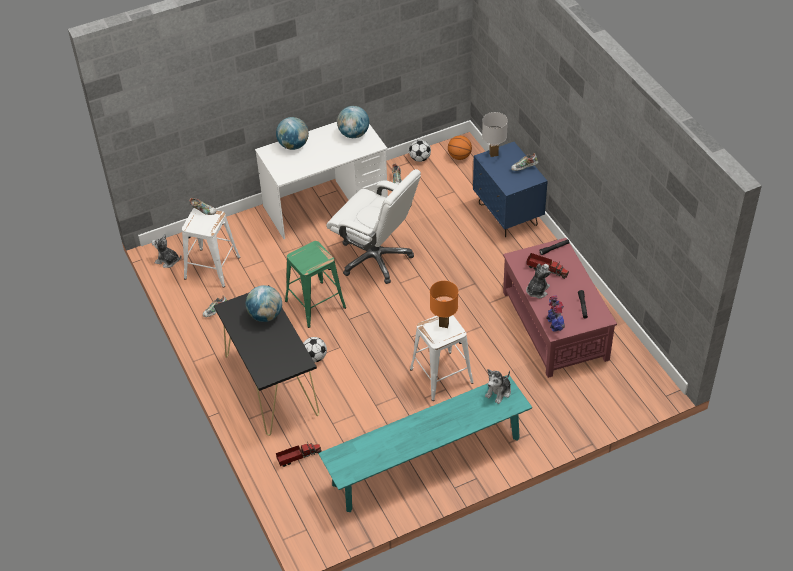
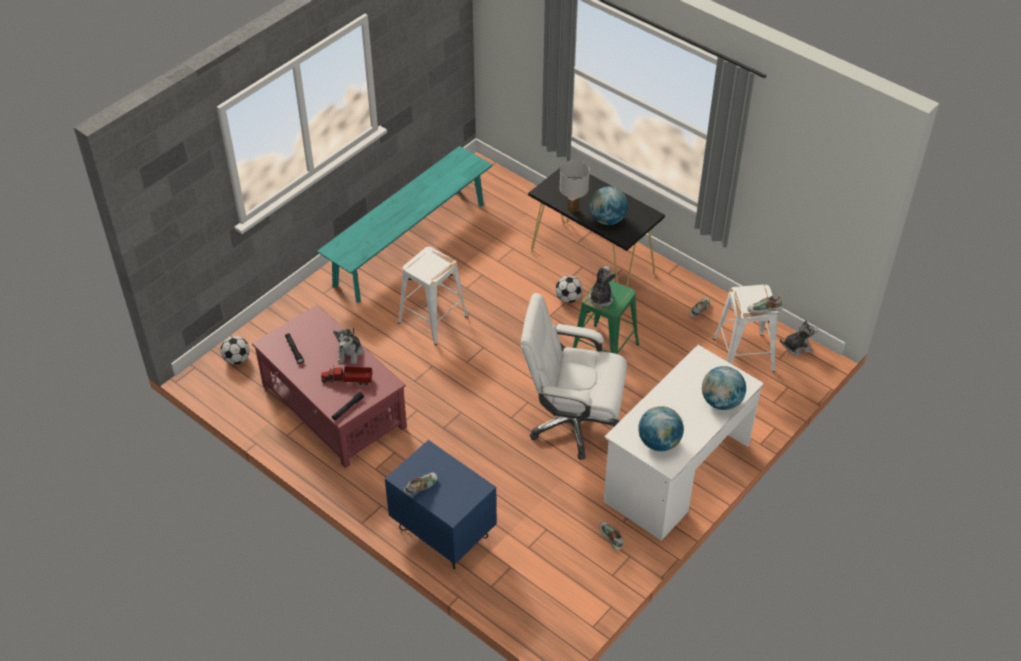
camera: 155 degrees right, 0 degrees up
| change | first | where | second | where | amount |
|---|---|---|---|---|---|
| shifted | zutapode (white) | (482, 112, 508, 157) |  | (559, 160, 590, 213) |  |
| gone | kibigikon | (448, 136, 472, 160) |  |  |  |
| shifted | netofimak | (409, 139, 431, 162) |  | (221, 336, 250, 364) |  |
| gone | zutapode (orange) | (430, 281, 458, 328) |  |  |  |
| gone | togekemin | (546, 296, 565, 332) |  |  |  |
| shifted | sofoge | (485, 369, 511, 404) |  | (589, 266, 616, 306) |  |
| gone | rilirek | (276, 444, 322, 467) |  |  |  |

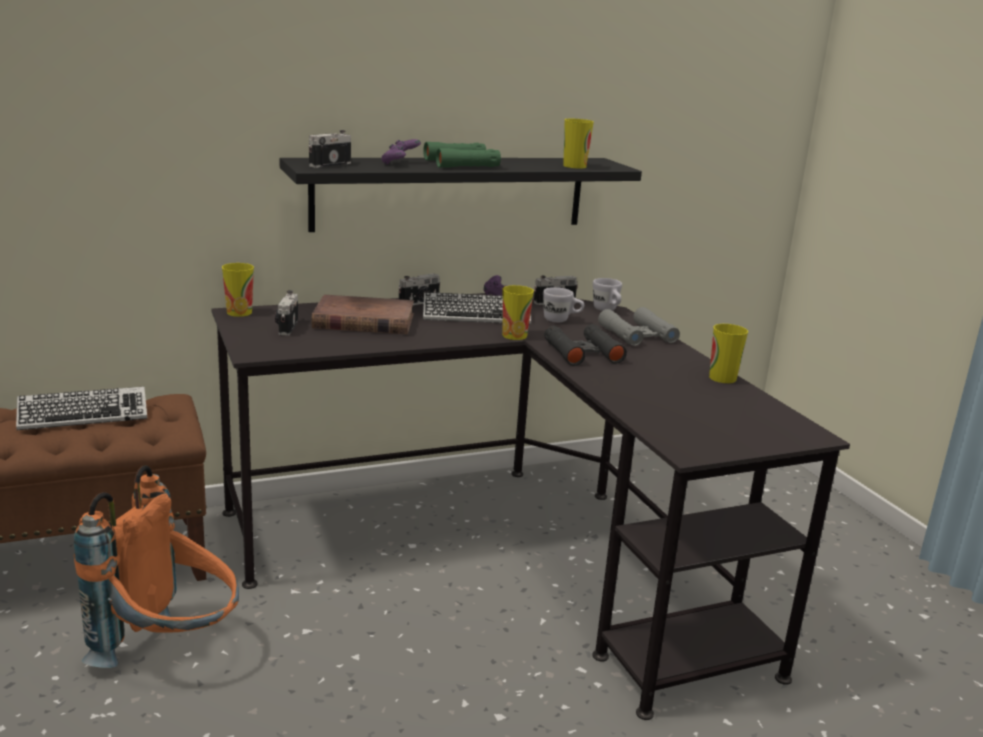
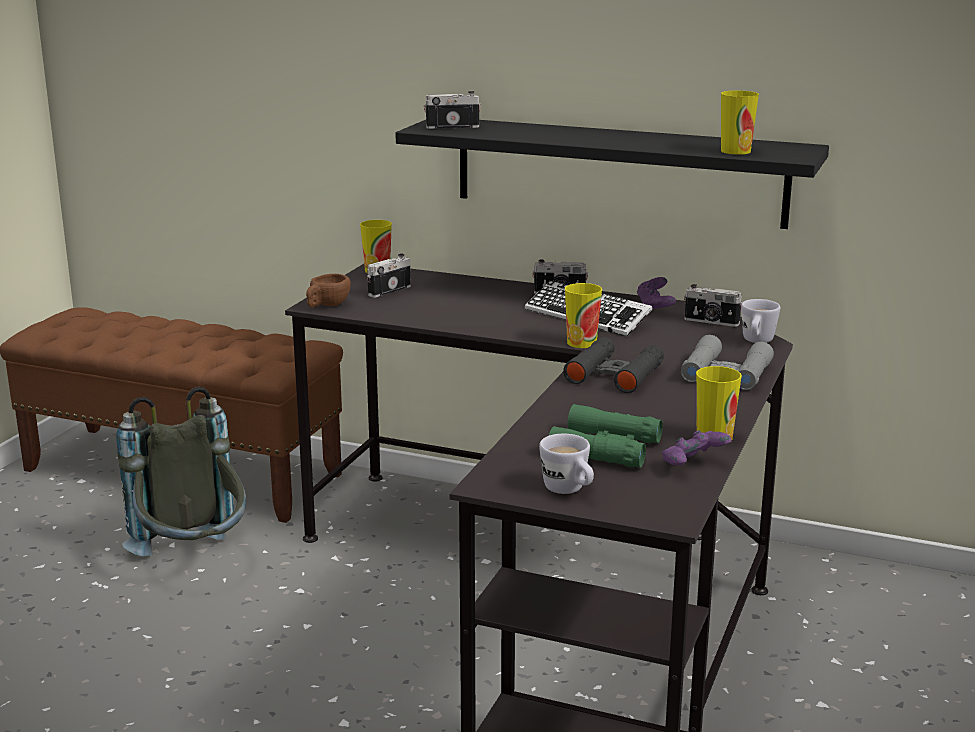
camera: 45 degrees right, 0 degrees up
| change | first | where | second | where | amount |
|---|---|---|---|---|---|
| shifted | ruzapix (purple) | (381, 139, 421, 164) |  | (662, 430, 732, 465) |  |
| shifted | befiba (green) | (423, 142, 501, 168) |  | (549, 404, 663, 467) |  |
| shifted | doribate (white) | (543, 287, 584, 322) |  | (539, 434, 594, 494) |  |
| gone | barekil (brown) | (311, 295, 414, 334) |  |  |  |
| gone | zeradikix | (16, 386, 147, 430) |  |  |  |
| repainted | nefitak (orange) | (74, 465, 239, 668) | nefitak (grey) | (116, 387, 246, 556) |  |
| new |  |  | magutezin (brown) | (306, 274, 351, 307) |  |

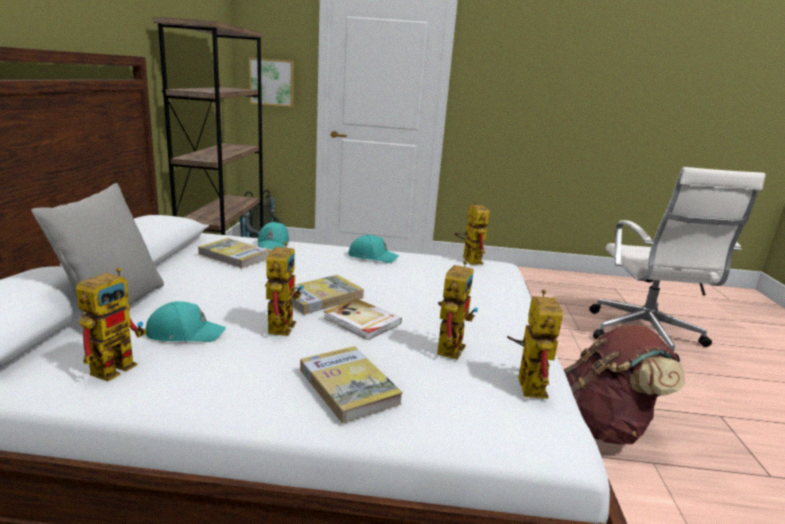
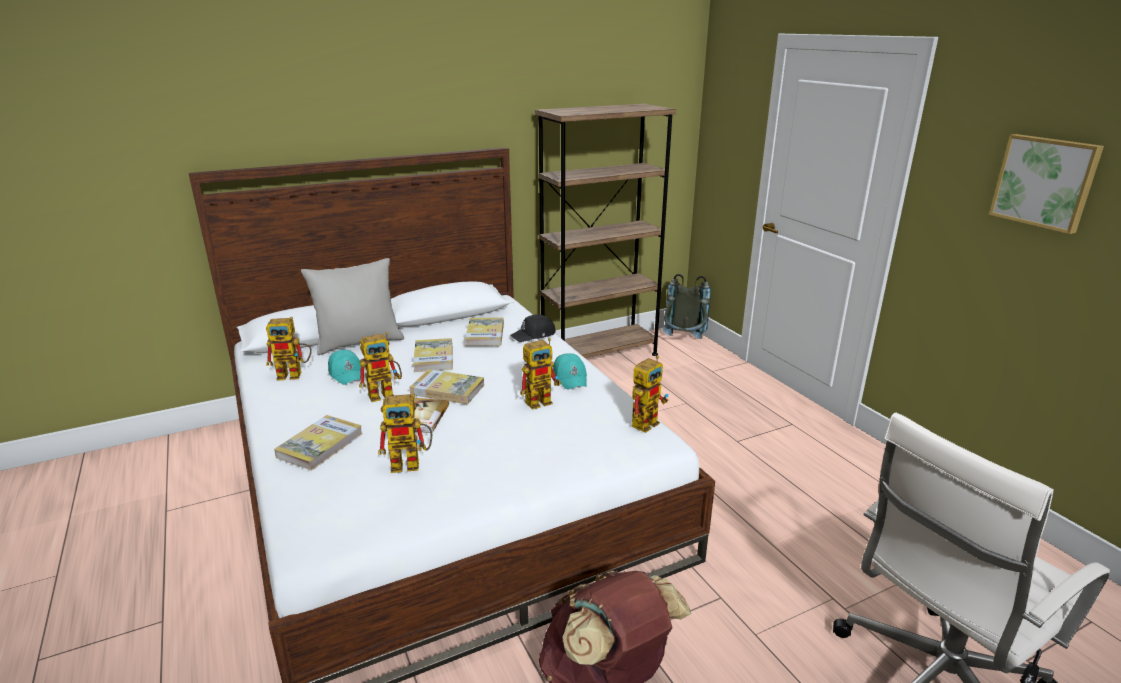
camera: 60 degrees right, 5 degrees up
| change | first | where | second | where | amount |
|---|---|---|---|---|---|
| shifted | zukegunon | (249, 58, 294, 107) |  | (989, 134, 1104, 234) |  |
| repainted | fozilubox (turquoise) | (258, 222, 289, 249) | fozilubox (black) | (510, 314, 555, 342) |  |
| shifted | togekemin | (507, 289, 563, 399) |  | (520, 338, 561, 410) |  |
| new |  |  | barekil | (413, 338, 453, 372) |  |

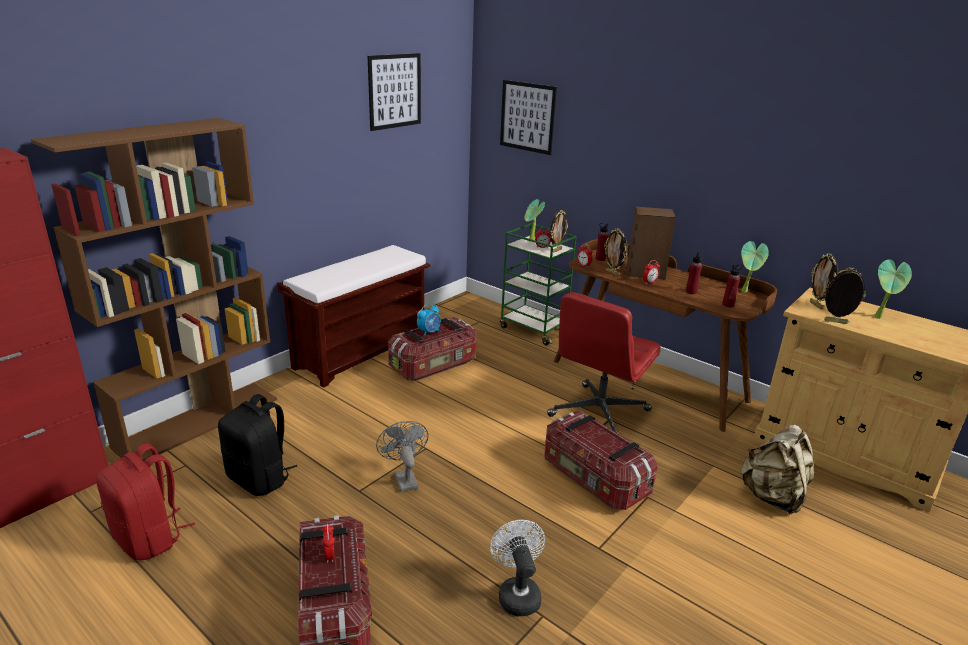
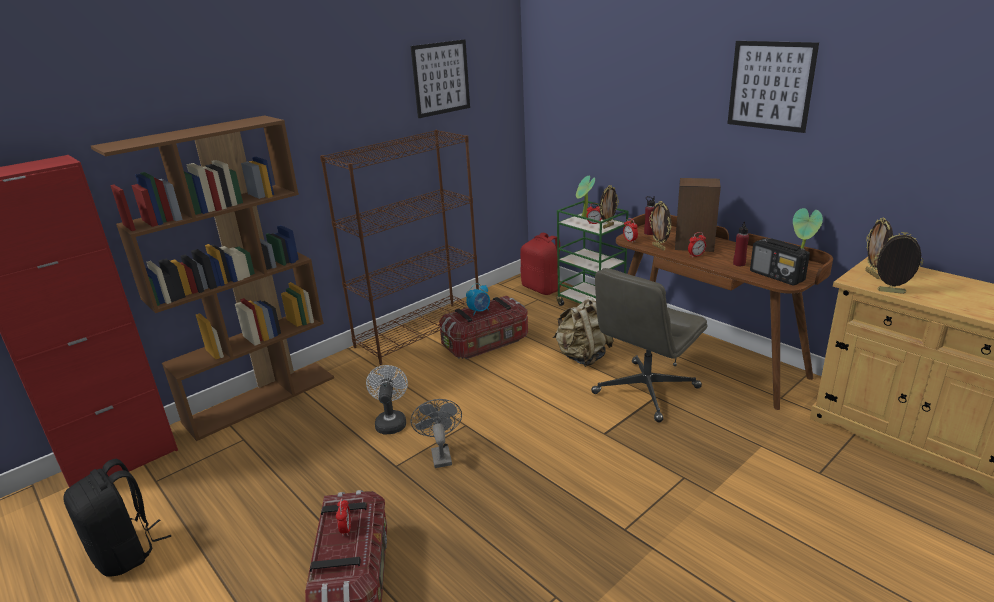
camera: 10 degrees right, 0 degrees up
| change | first | where | second | where | amount |
|---|---|---|---|---|---|
| shifted | zukegunon | (500, 80, 557, 155) |  | (727, 41, 819, 133) |  |
| swapped | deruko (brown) | (278, 245, 430, 387) | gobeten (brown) | (320, 130, 479, 365) |  |
| gone | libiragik | (875, 259, 912, 319) |  |  |  |
| swapped | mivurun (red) | (722, 264, 743, 308) | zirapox | (750, 238, 810, 286) |  |
| repainted | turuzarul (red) | (547, 292, 661, 433) | turuzarul (grey) | (591, 268, 707, 423) |  |
| shifted | nefitak (black) | (218, 394, 297, 496) |  | (64, 459, 171, 577) |  |
| gone | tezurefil | (544, 410, 658, 510) |  |  |  |
| shifted | nefitak (beige) | (740, 425, 815, 515) |  | (553, 297, 614, 367) |  |
| shifted | nefitak (red) | (96, 443, 195, 560) |  | (520, 233, 565, 295) |  |
| shifted | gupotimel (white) | (490, 520, 545, 616) |  | (366, 365, 408, 434) |  |

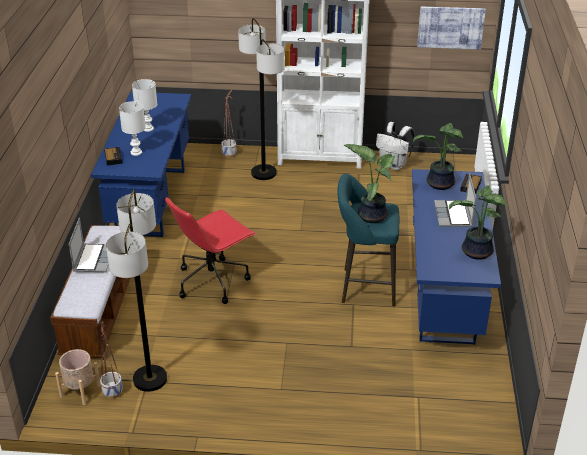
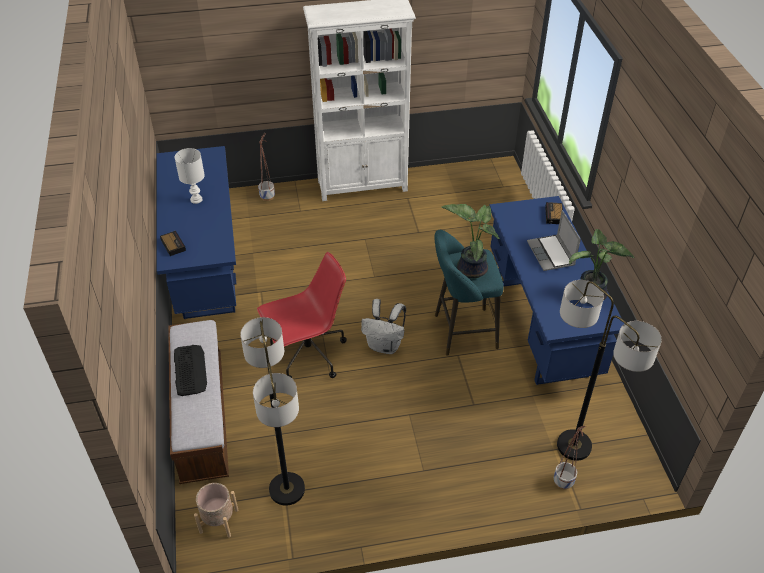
camera: 15 degrees left, 10 degrees up
| change | first | where | second | where | amount |
|---|---|---|---|---|---|
| gone | zukegunon | (417, 7, 486, 49) |  |  |  |
| shifted | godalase | (238, 18, 285, 180) |  | (557, 280, 662, 461) |  |
| gone | zutapode (white) | (119, 101, 146, 156) |  |  |  |
| shifted | nefitak (white) | (376, 122, 415, 170) |  | (361, 299, 406, 354) |  |
| gone | libiragik | (413, 123, 463, 190) |  |  |  |
| rotated | turuzarul (red) | (165, 197, 256, 304) |  | (257, 252, 347, 378) | 150 degrees counterclockwise |
| swapped | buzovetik | (69, 218, 109, 272) | zeradikix | (174, 345, 207, 396) |  |
| shifted | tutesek | (99, 321, 123, 399) |  | (554, 426, 587, 489) |  |

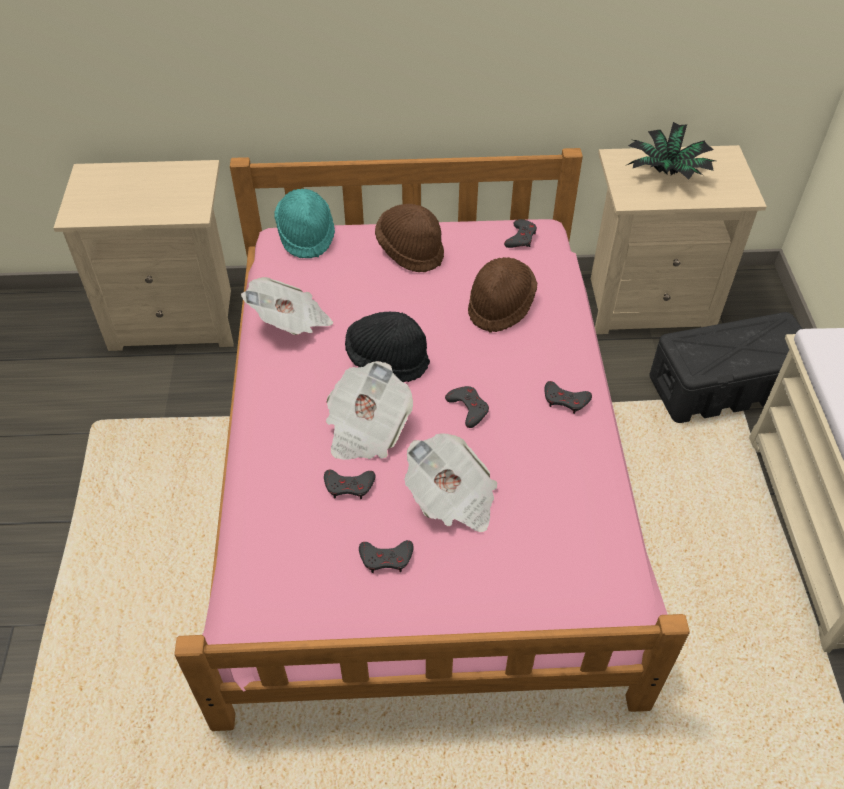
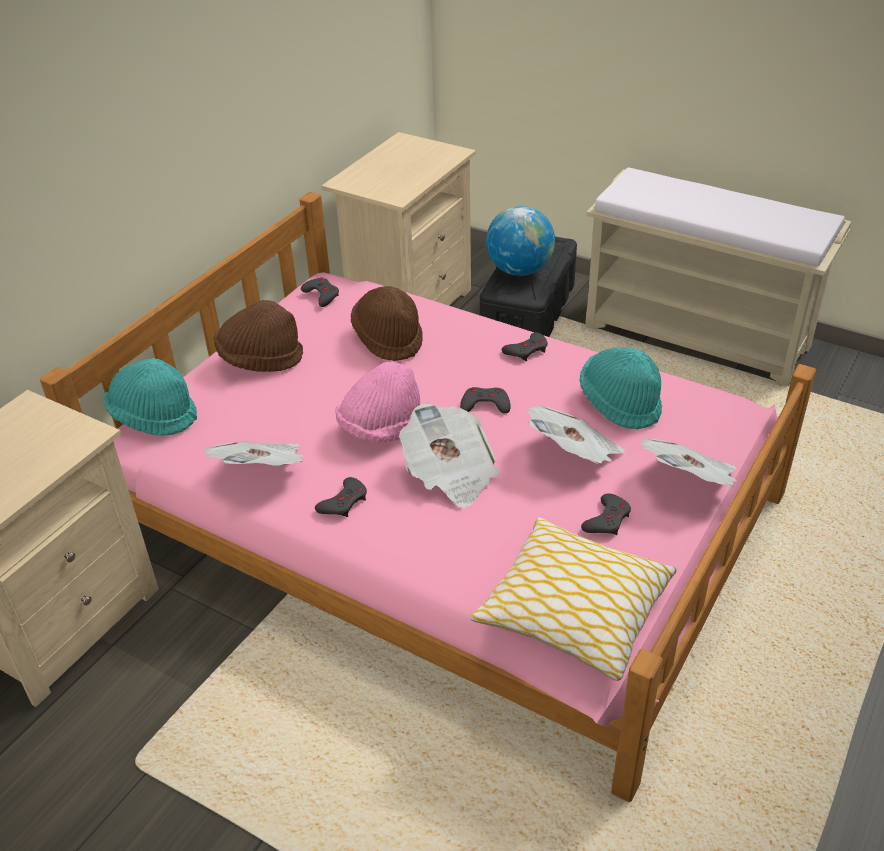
camera: 55 degrees left, 10 degrees down
| change | first | where | second | where | amount |
|---|---|---|---|---|---|
| gone | libiragik | (625, 122, 715, 180) |  |  |  |
| repainted | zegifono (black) | (345, 311, 430, 382) | zegifono (pink) | (336, 361, 420, 442) |  |
| shifted | ruzapix (grey) | (324, 470, 375, 499) |  | (315, 477, 367, 517) |  |
| new |  |  | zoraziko | (486, 206, 555, 276) |  |
| new |  |  | zegifono (turquoise) | (580, 347, 662, 429) |  |
| new |  |  | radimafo | (642, 438, 737, 487) |  |
| new |  |  | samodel | (470, 517, 677, 681) |  |

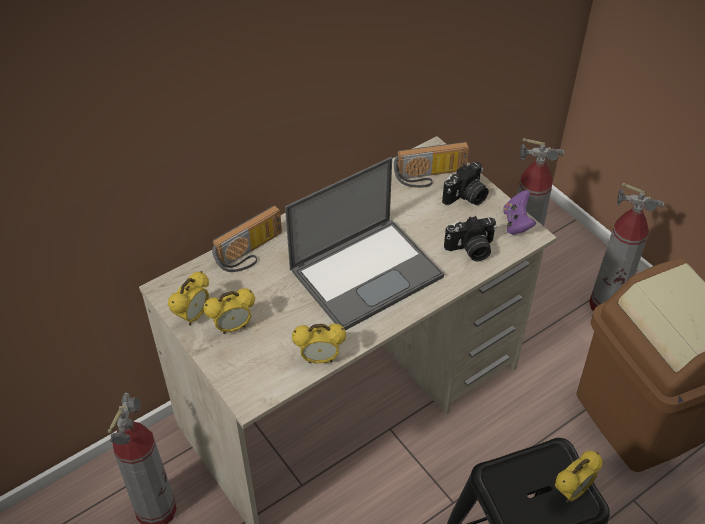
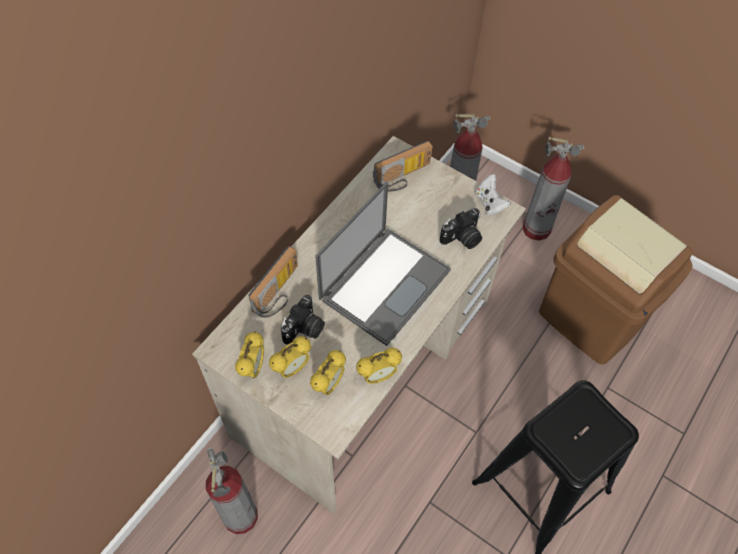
camera: 20 degrees left, 10 degrees up
| change | first | where | second | where | amount |
|---|---|---|---|---|---|
| shifted | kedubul | (442, 162, 489, 205) |  | (281, 295, 325, 345) |  |
| repainted | ruzapix (purple) | (503, 190, 536, 235) | ruzapix (white) | (475, 174, 511, 216) |  |
| shifted | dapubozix | (554, 451, 603, 502) |  | (310, 350, 346, 395) |  |

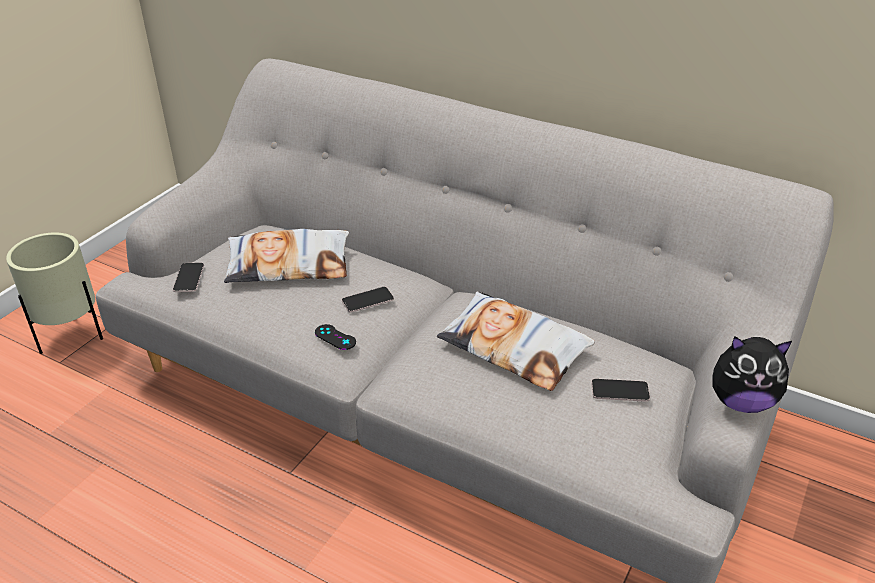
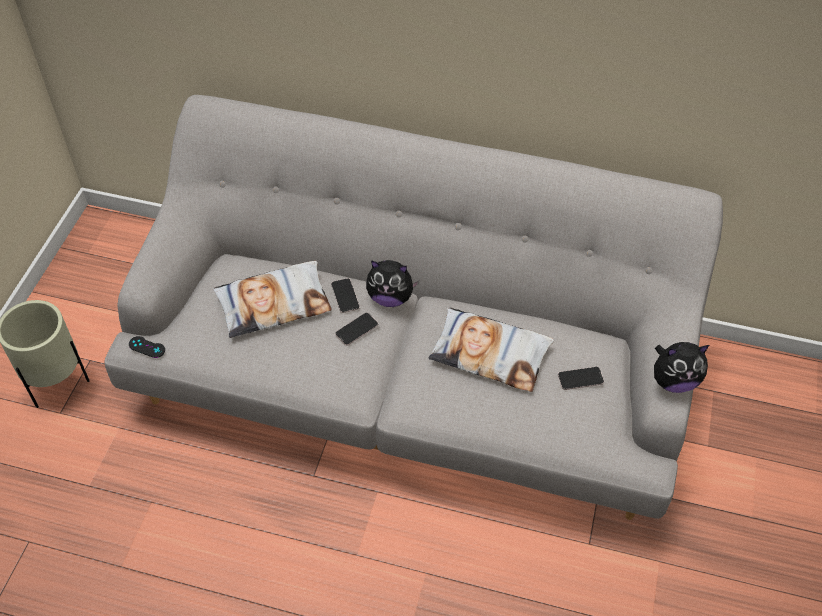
camera: 15 degrees left, 15 degrees up
| change | first | where | second | where | amount |
|---|---|---|---|---|---|
| shifted | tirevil | (173, 263, 204, 292) |  | (331, 278, 360, 313) |  |
| shifted | ruzapix (black) | (315, 324, 356, 350) |  | (129, 336, 165, 358) |  |
| new |  |  | sofoge | (366, 260, 419, 307) |  |

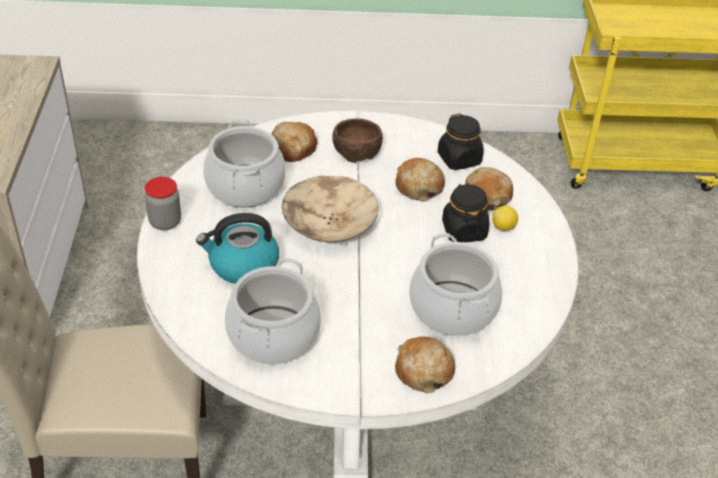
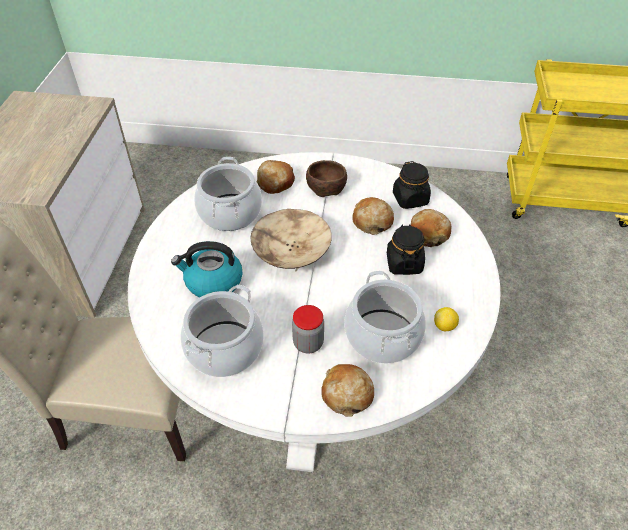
camera: 10 degrees right, 5 degrees up
| change | first | where | second | where | amount |
|---|---|---|---|---|---|
| shifted | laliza | (145, 177, 181, 230) |  | (292, 305, 324, 353) |  |
| shifted | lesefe | (492, 205, 518, 231) |  | (434, 307, 459, 331) |  |

